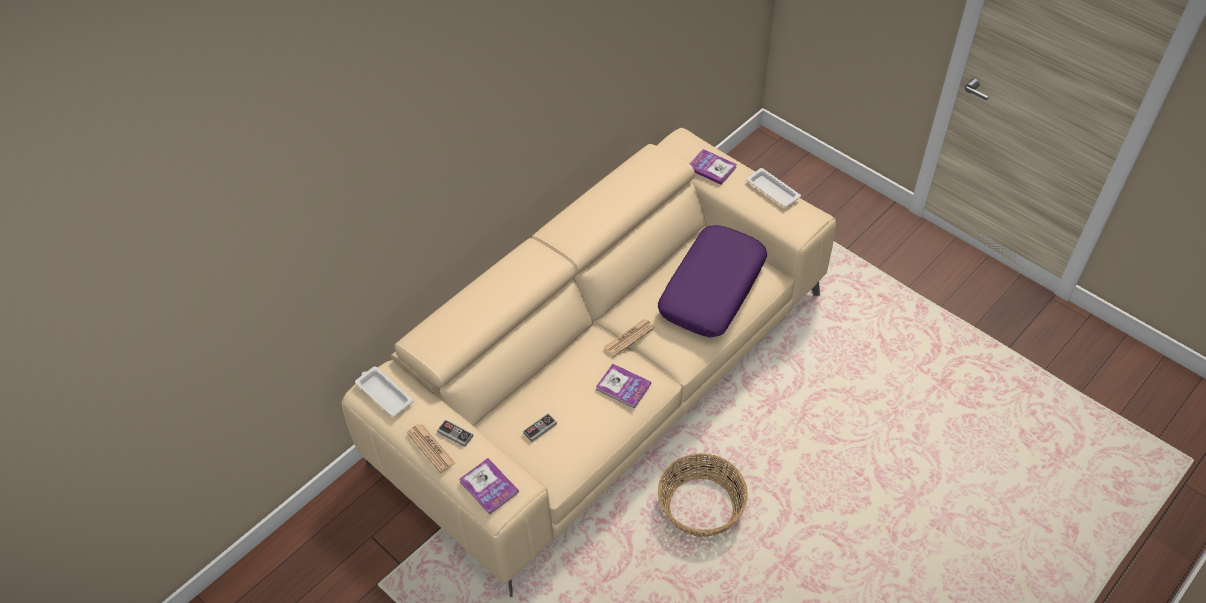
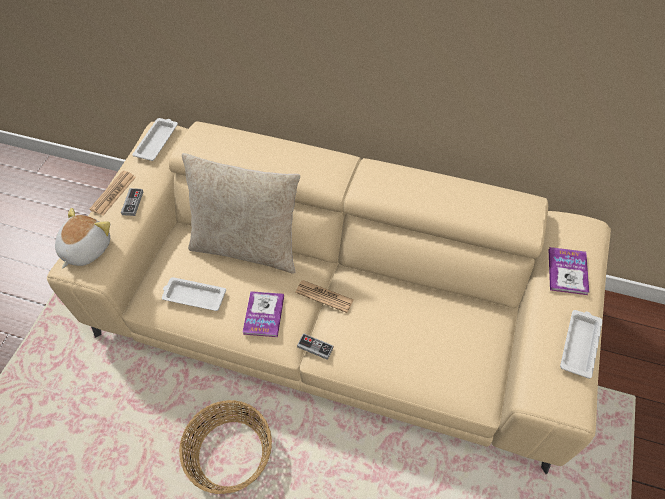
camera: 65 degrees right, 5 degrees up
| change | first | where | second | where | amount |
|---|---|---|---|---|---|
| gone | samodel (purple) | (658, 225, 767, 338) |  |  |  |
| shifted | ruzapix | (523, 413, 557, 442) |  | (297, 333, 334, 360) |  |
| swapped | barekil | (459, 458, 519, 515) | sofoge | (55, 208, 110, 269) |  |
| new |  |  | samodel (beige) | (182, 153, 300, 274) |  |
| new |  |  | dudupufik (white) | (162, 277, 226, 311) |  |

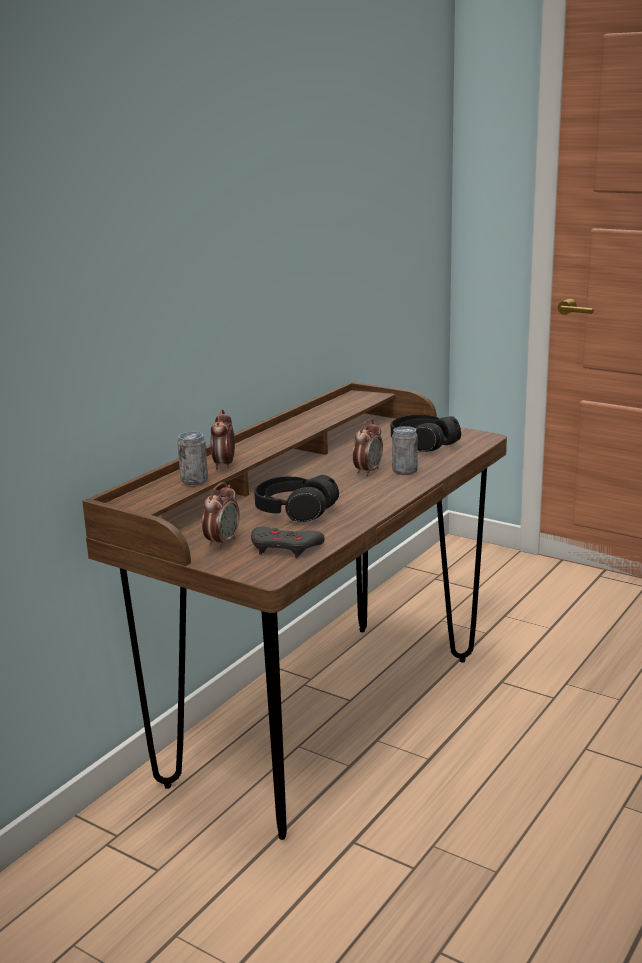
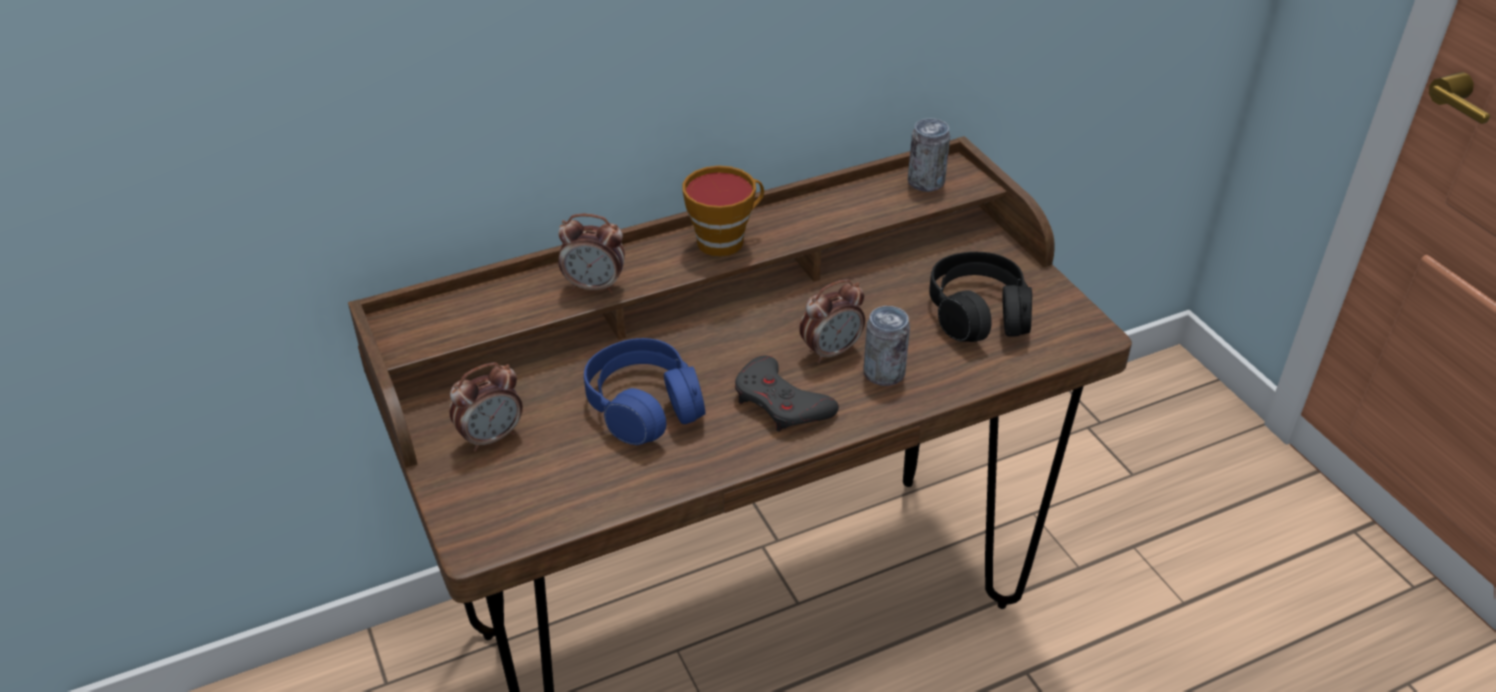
camera: 30 degrees right, 20 degrees up
| change | first | where | second | where | amount |
|---|---|---|---|---|---|
| rotated | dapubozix | (210, 409, 235, 469) |  | (558, 214, 625, 293) | 120 degrees counterclockwise |
| shifted | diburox | (177, 432, 208, 485) |  | (908, 118, 950, 192) |  |
| repainted | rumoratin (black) | (254, 475, 339, 522) | rumoratin (blue) | (584, 338, 706, 445) |  |
| shifted | ruzapix (grey) | (251, 526, 325, 558) |  | (735, 355, 839, 432) |  |
| new |  |  | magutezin | (683, 166, 764, 257) |  |

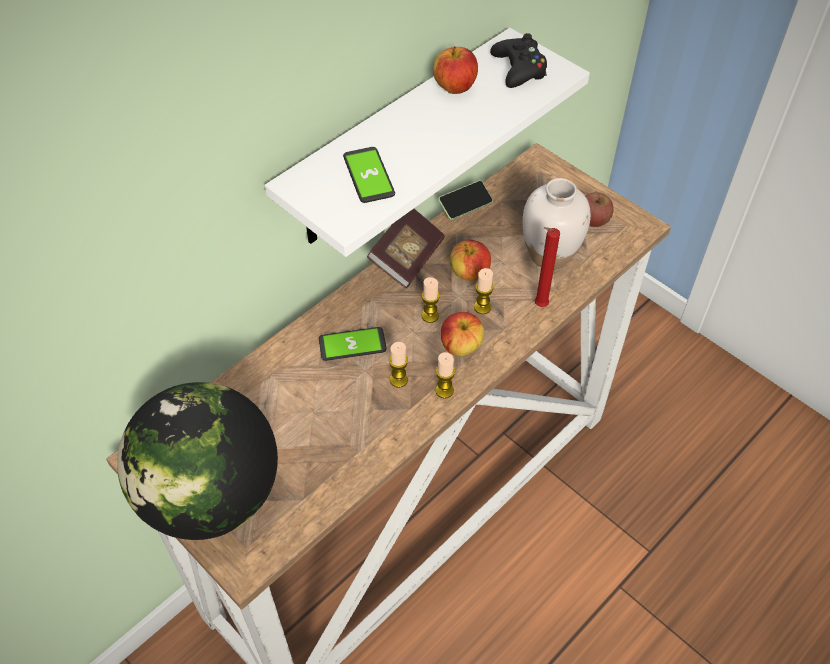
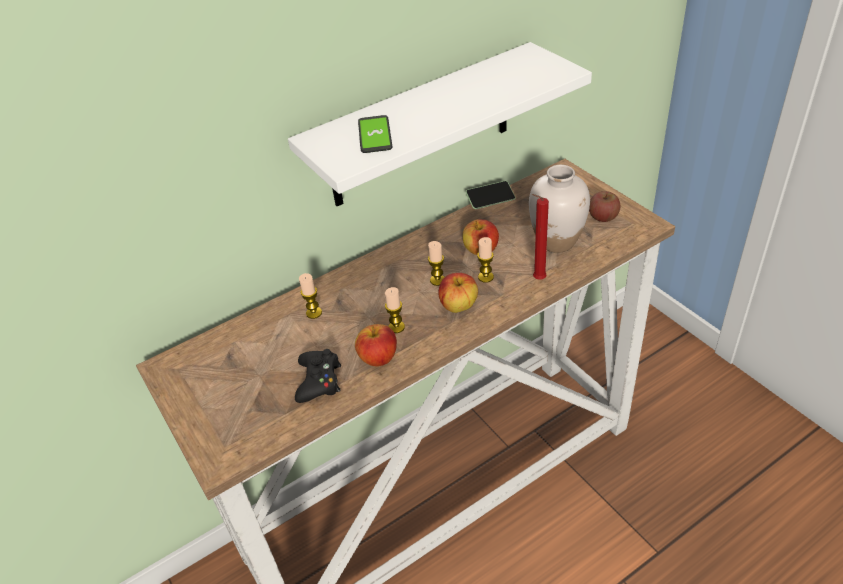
camera: 15 degrees right, 10 degrees down
| change | first | where | second | where | amount |
|---|---|---|---|---|---|
| shifted | ruzapix (black) | (490, 33, 547, 88) |  | (295, 349, 341, 403) |  |
| shifted | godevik | (433, 46, 478, 94) |  | (355, 324, 397, 366) |  |
| gone | barekil | (367, 209, 445, 288) |  |  |  |
| gone | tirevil | (319, 327, 387, 361) |  |  |  |
| shifted | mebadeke | (435, 352, 455, 398) |  | (299, 273, 322, 319) |  |
| gone | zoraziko | (117, 382, 278, 540) |  |  |  |

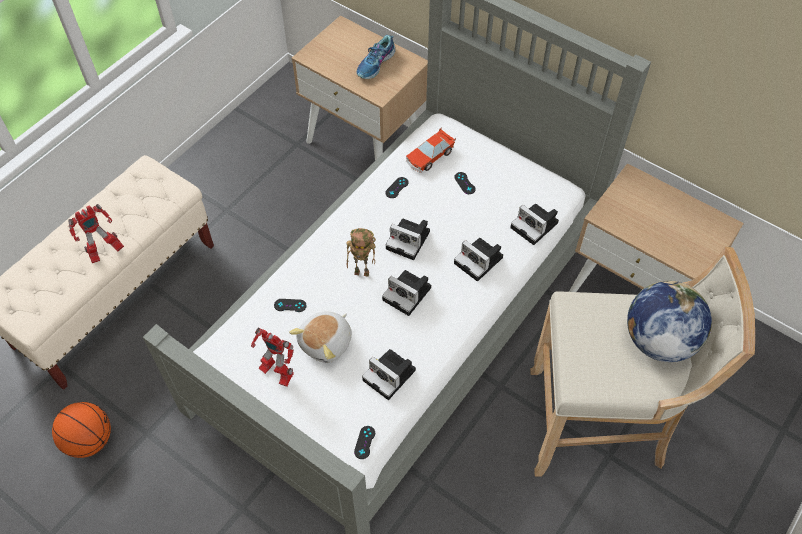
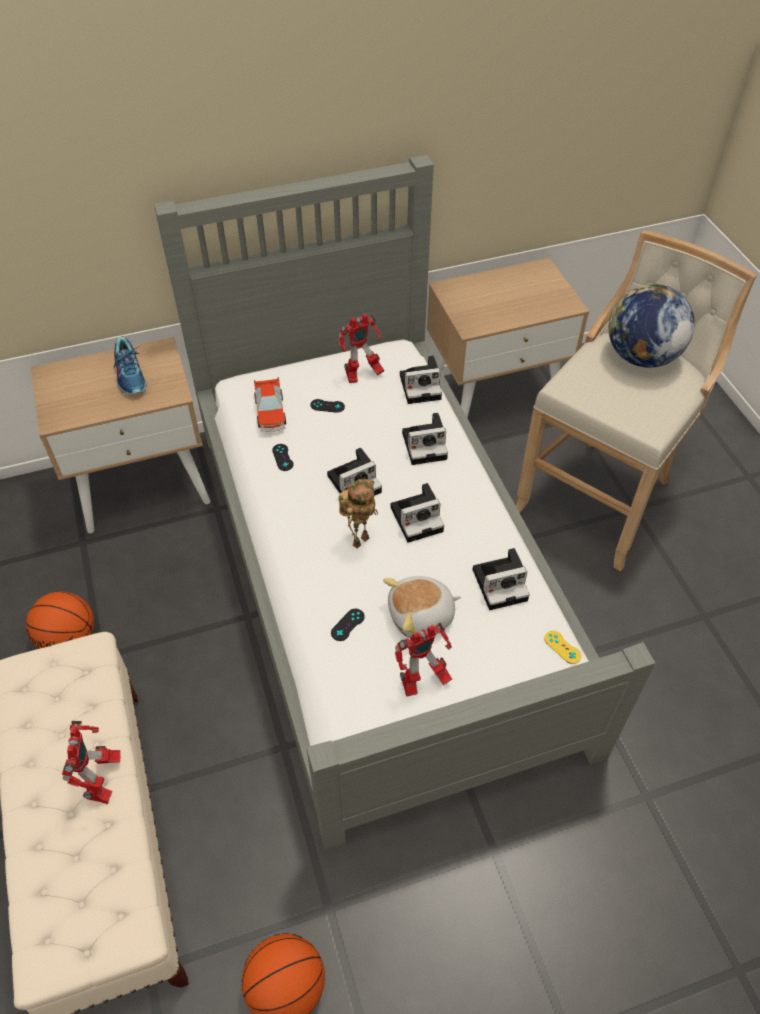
camera: 55 degrees left, 5 degrees down
| change | first | where | second | where | amount |
|---|---|---|---|---|---|
| rotated | sofoge | (289, 312, 352, 363) |  | (383, 576, 461, 638) | 90 degrees clockwise |
| repainted | ruzapix (black) | (354, 426, 375, 459) | ruzapix (yellow) | (544, 631, 581, 664) |  |
| new |  |  | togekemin | (338, 314, 384, 383) |  |
| new |  |  | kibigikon | (26, 592, 94, 649) |  |

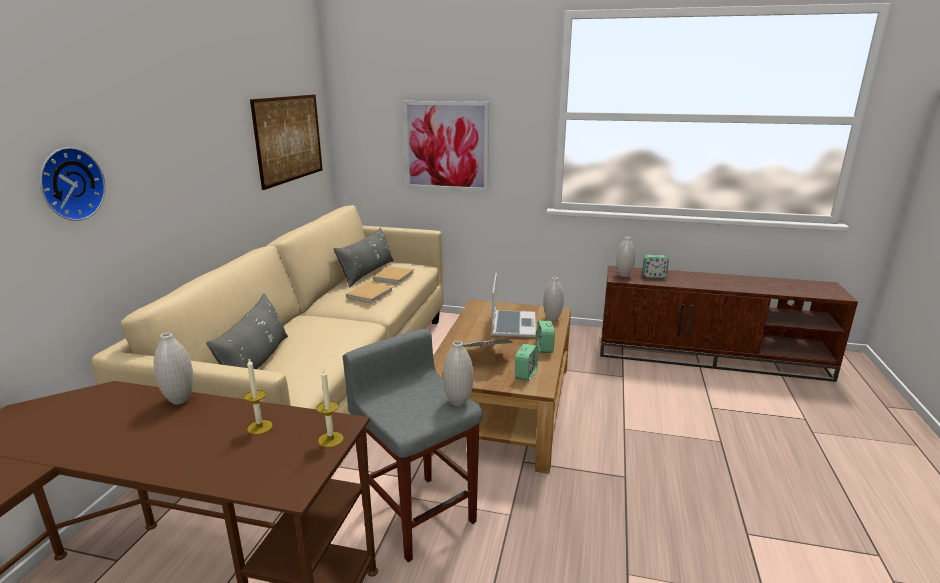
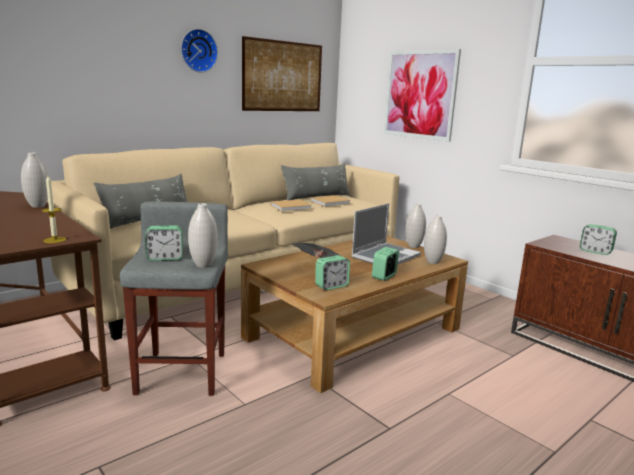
camera: 35 degrees right, 5 degrees down
| change | first | where | second | where | amount |
|---|---|---|---|---|---|
| shifted | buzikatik | (40, 147, 105, 221) |  | (181, 29, 218, 72) |  |
| shifted | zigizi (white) | (616, 237, 635, 277) |  | (405, 203, 426, 248) |  |
| gone | mebadeke | (244, 359, 273, 435) |  |  |  |
| new |  |  | dapubozix | (145, 225, 183, 261) |  |

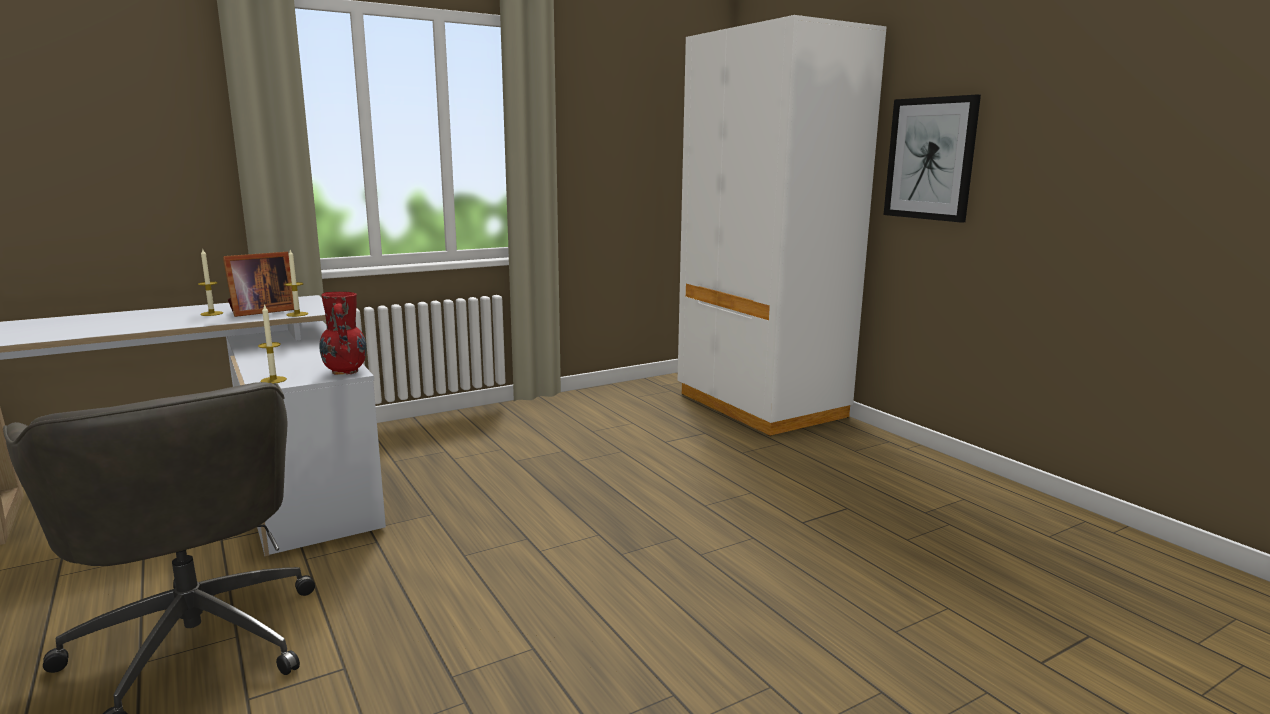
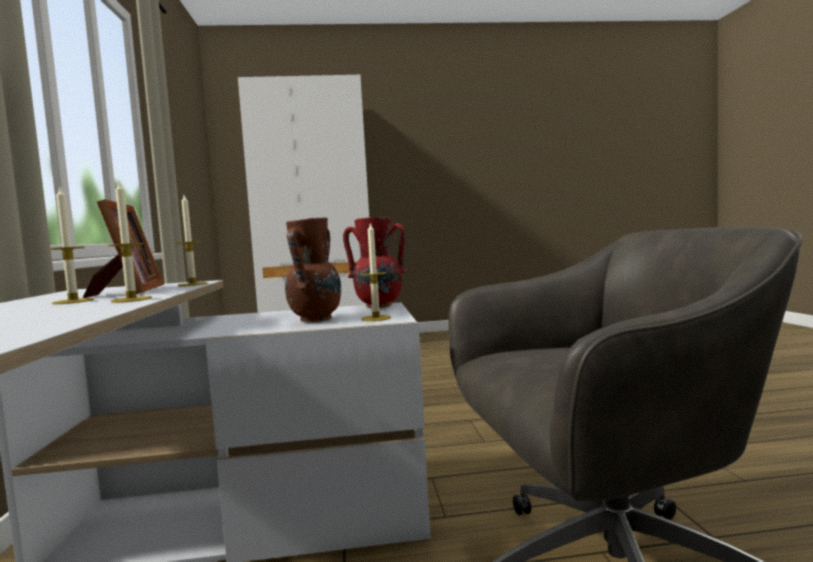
camera: 65 degrees left, 10 degrees down
| change | first | where | second | where | amount |
|---|---|---|---|---|---|
| gone | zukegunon | (884, 95, 981, 223) |  |  |  |
| new |  |  | mebadeke | (108, 182, 152, 303) |  |
| new |  |  | zigizi (brown) | (285, 218, 341, 322) |  |

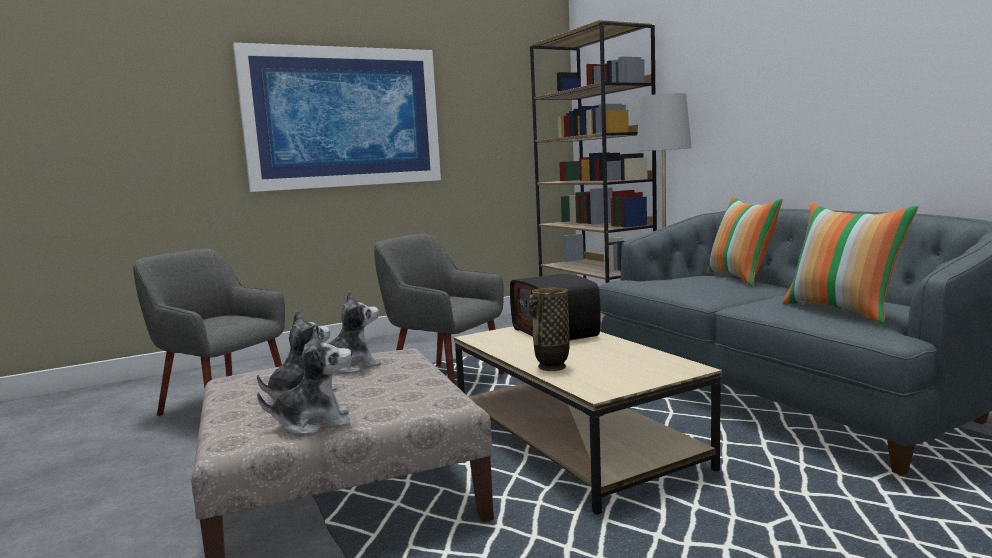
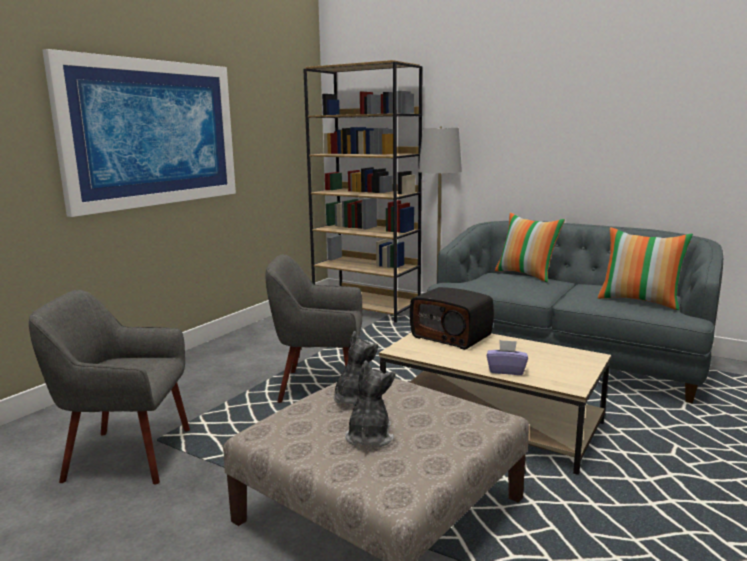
camera: 30 degrees left, 5 degrees up
| change | first | where | second | where | amount |
|---|---|---|---|---|---|
| swapped | zigizi | (528, 287, 570, 371) | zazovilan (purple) | (487, 340, 528, 375) |  |
| gone | sofoge | (257, 327, 352, 435) |  |  |  |

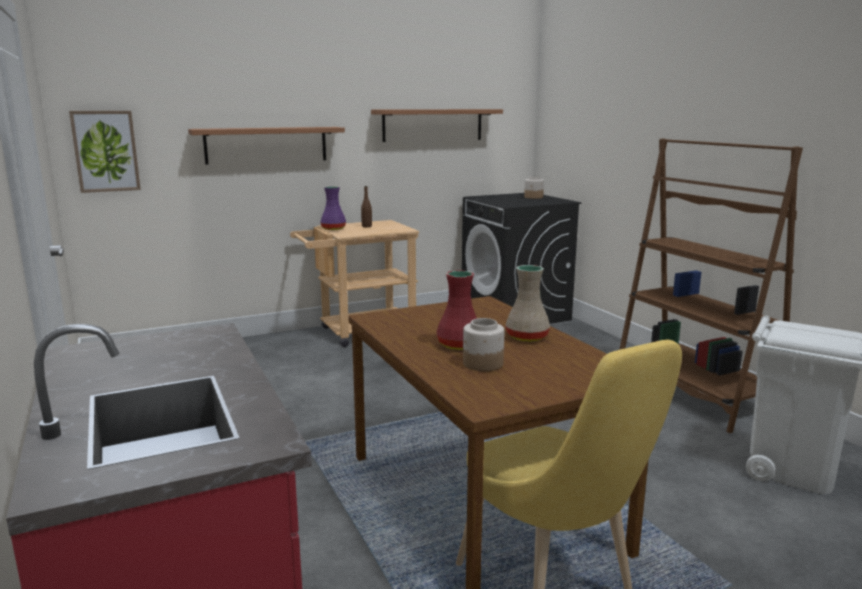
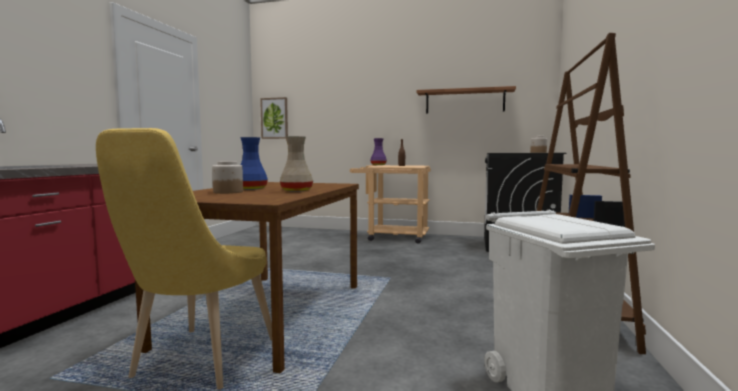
camera: 40 degrees right, 10 degrees down
| change | first | where | second | where | amount |
|---|---|---|---|---|---|
| gone | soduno | (188, 127, 345, 165) |  |  |  |
| repainted | zigizi (red) | (436, 270, 477, 350) | zigizi (blue) | (240, 137, 268, 190) |  |

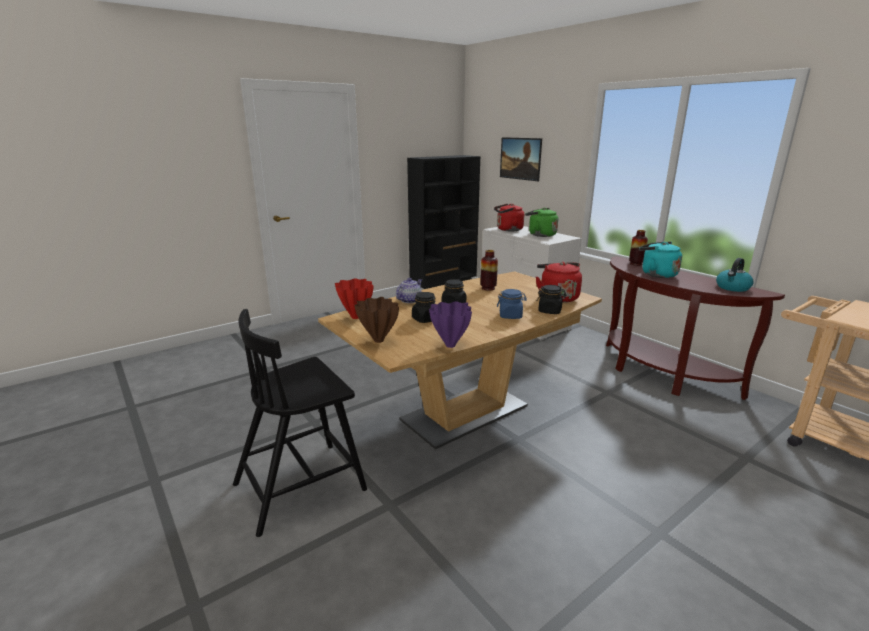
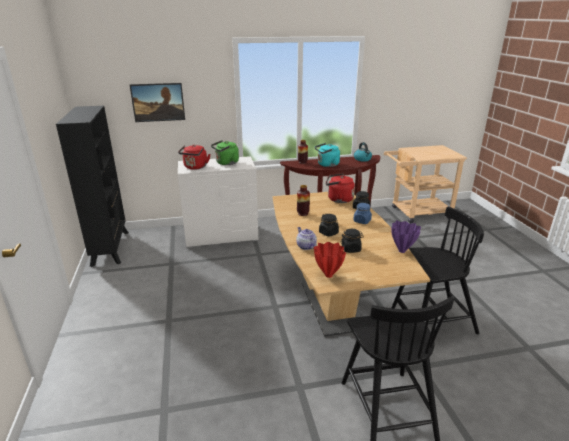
camera: 65 degrees left, 5 degrees up
| change | first | where | second | where | amount |
|---|---|---|---|---|---|
| gone | zigizi (brown) | (354, 297, 399, 343) |  |  |  |
| new |  |  | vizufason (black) | (391, 206, 484, 334) |  |

